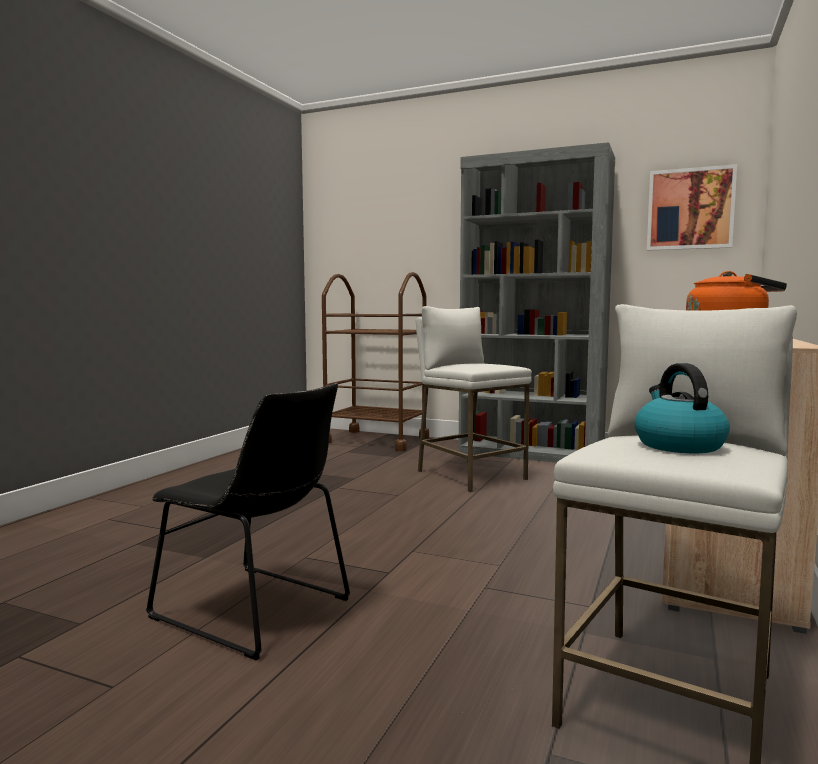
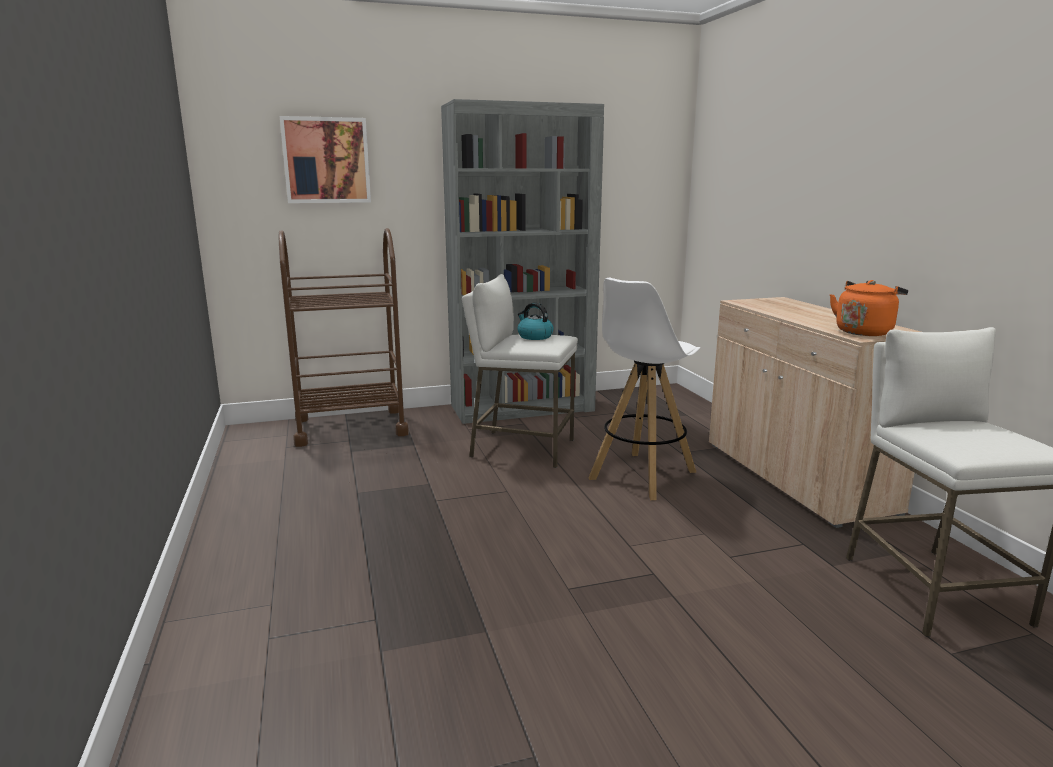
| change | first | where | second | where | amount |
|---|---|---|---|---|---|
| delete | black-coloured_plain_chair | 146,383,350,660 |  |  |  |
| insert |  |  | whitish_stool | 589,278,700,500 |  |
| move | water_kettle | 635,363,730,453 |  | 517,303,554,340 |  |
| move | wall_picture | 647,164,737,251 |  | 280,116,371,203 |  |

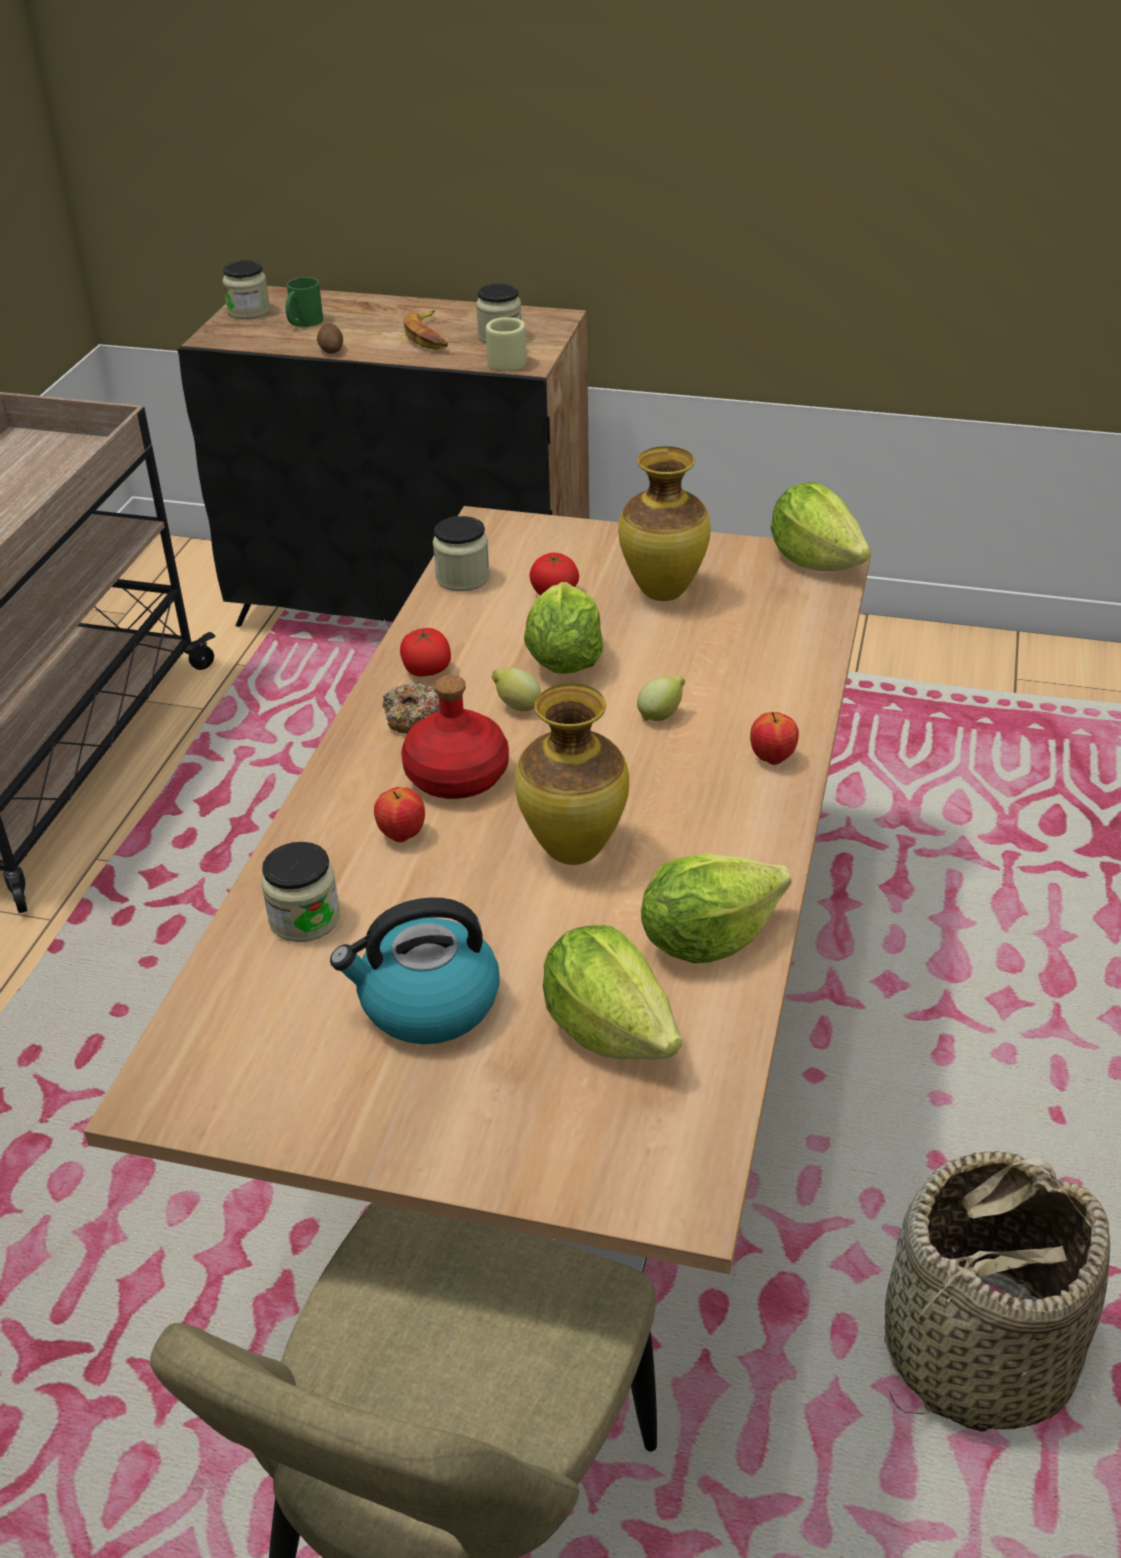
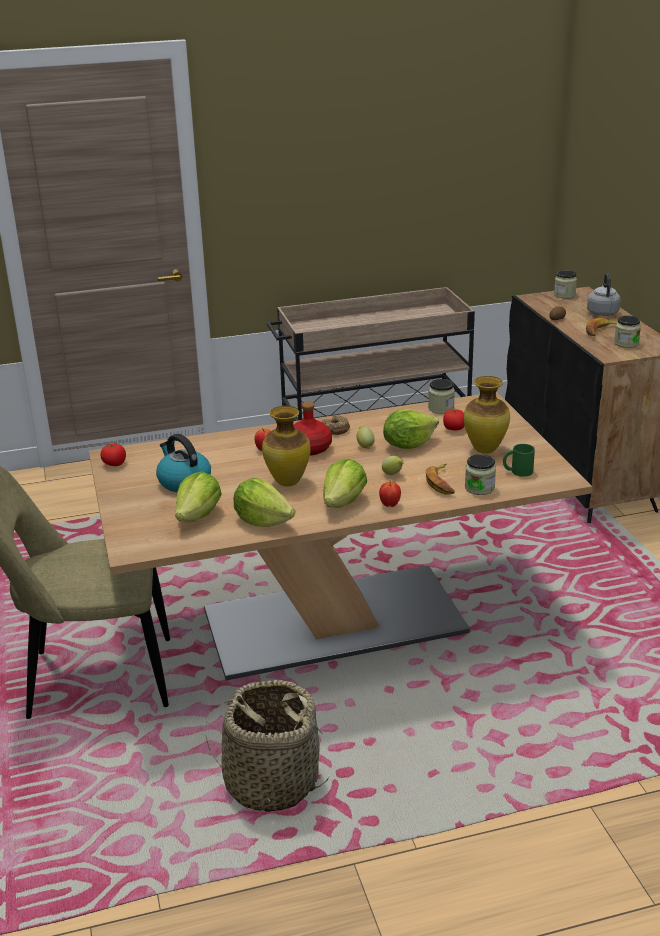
| change | first | where | second | where | amount |
|---|---|---|---|---|---|
| delete | beige-coloured_tea_mug | 486,317,527,371 |  |  |  |
| insert |  |  | whole_banana | 426,464,455,495 |  |
| insert |  |  | grey_water_kettle | 587,273,621,316 |  |
| move | storage_jar | 261,842,340,942 |  | 465,454,496,495 |  |
| move | greenish_tea_mug | 286,277,323,327 |  | 503,444,535,477 |  |
| move | tomato | 400,628,451,677 |  | 101,444,126,466 |  |
| move | lettuce | 771,482,871,571 |  | 323,459,367,508 |  |

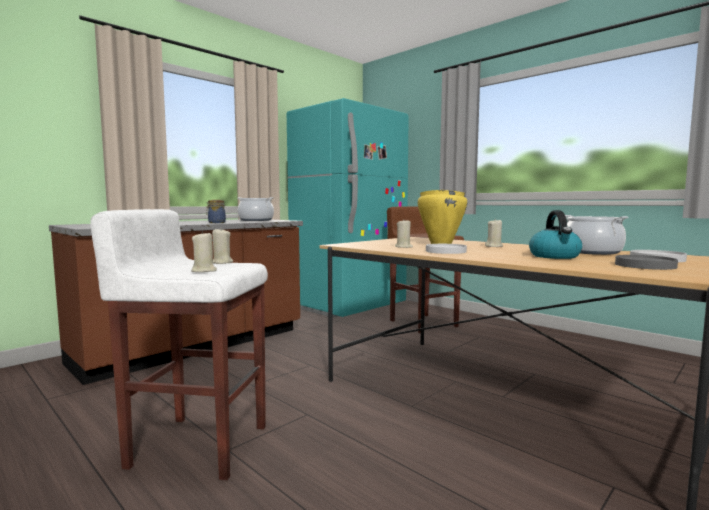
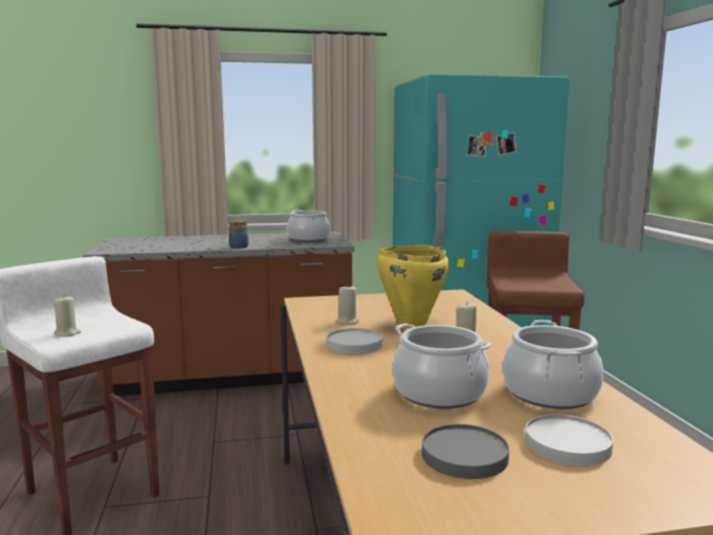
| change | first | where | second | where | amount |
|---|---|---|---|---|---|
| delete | beige-coloured_candle | 212,228,233,264 |  |  |  |
| replace | water_kettle | 529,210,582,259 | stockpot | 393,323,492,409 |  |

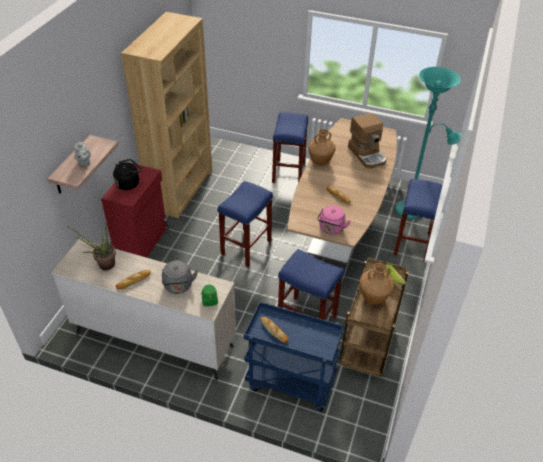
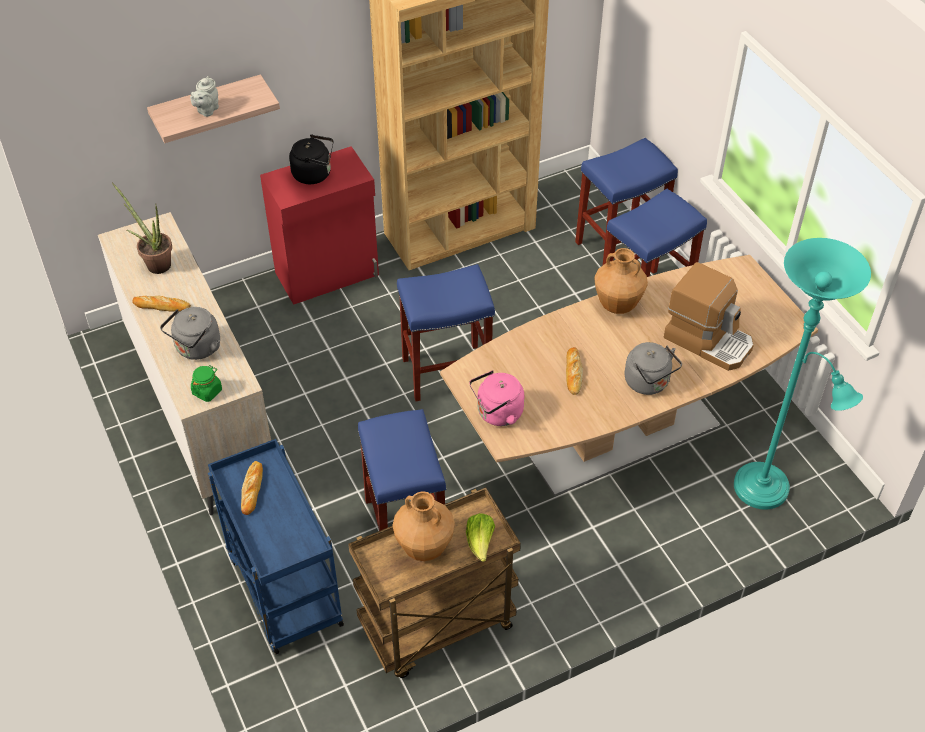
| change | first | where | second | where | amount |
|---|---|---|---|---|---|
| insert |  |  | grey_water_kettle | 625,342,682,395 |  |
| move | blue_stool | 394,179,442,262 |  | 575,138,678,265 |  |
| rotate | coffee_machine | 348,113,387,169 |  | 664,262,754,371 | 75 degrees counterclockwise |

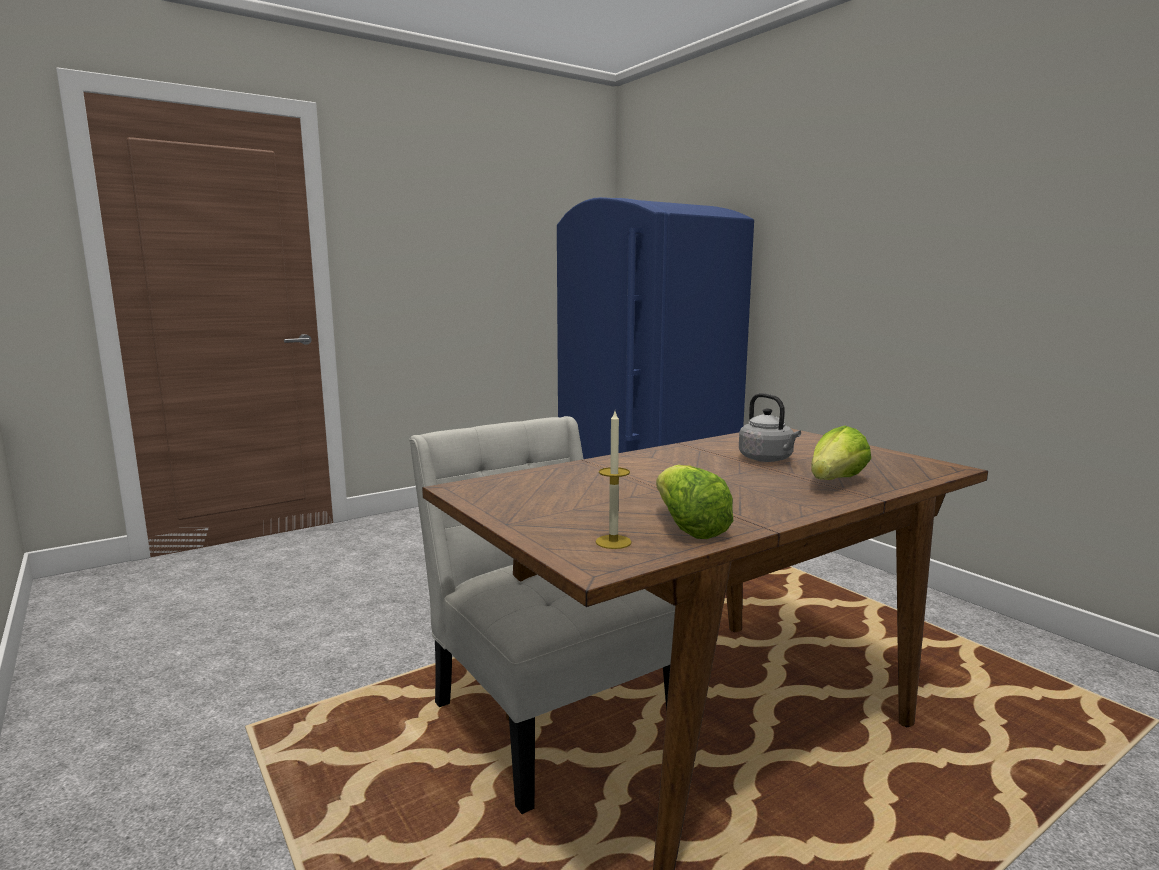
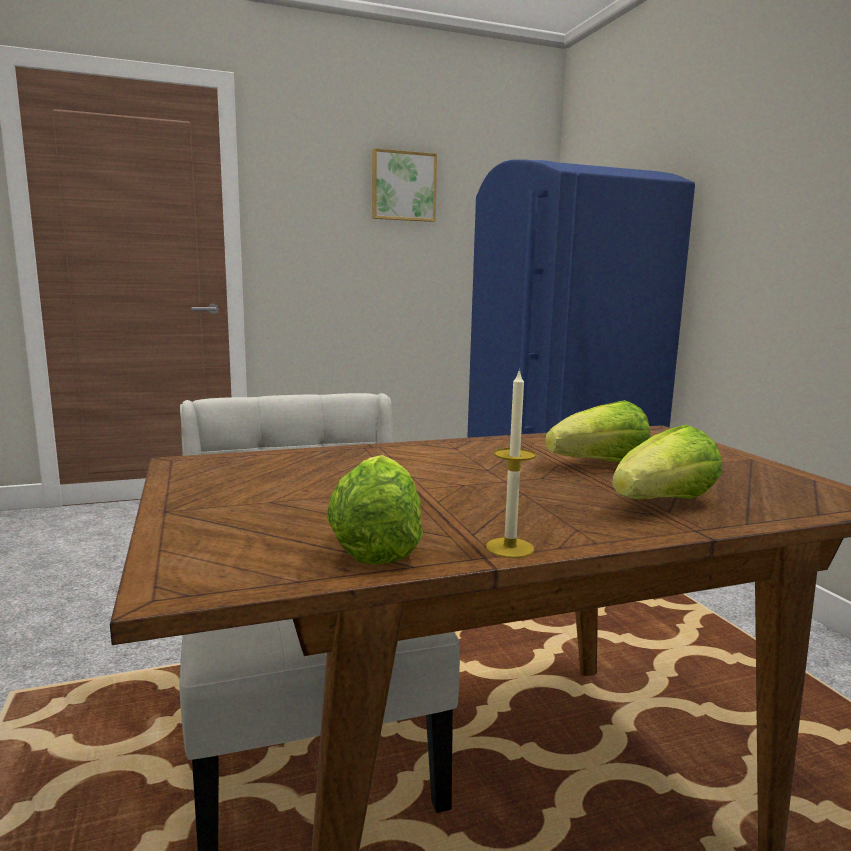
| change | first | where | second | where | amount |
|---|---|---|---|---|---|
| insert |  |  | wall_picture | 372,148,437,222 |  |
| move | candle | 596,411,632,549 |  | 486,368,536,558 |  |
| replace | grey_water_kettle | 739,393,801,462 | lettuce | 545,400,650,462 |  |

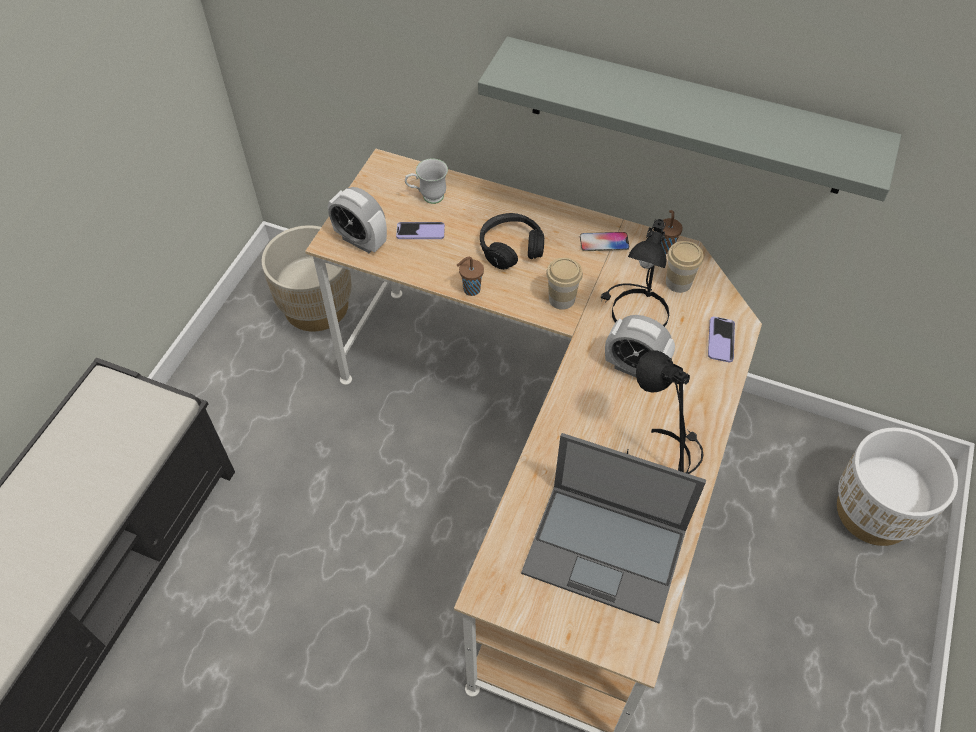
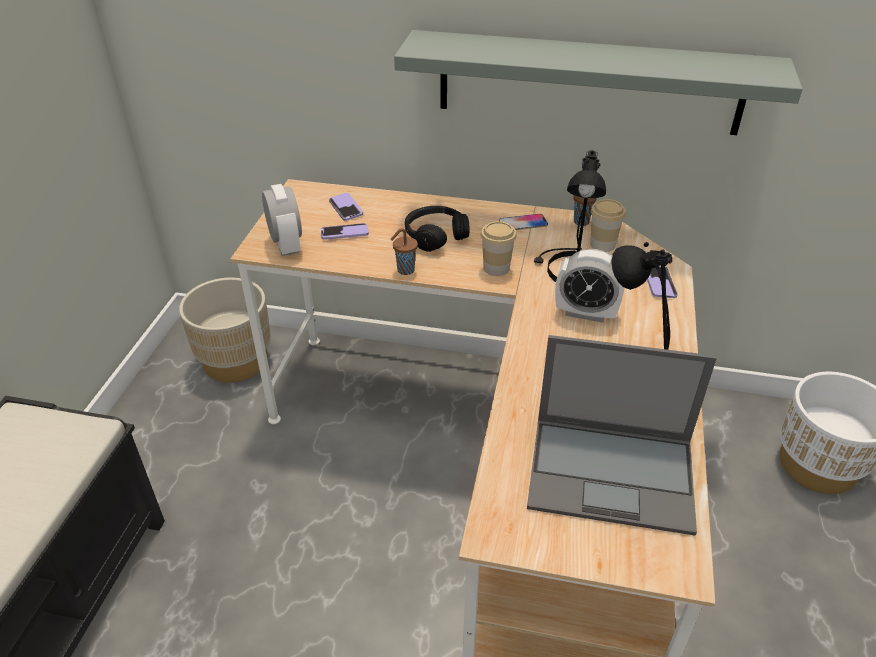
| change | first | where | second | where | amount |
|---|---|---|---|---|---|
| replace | whitish_tea_mug | 405,158,448,204 | telephone | 329,193,363,221 |  |
| rotate | table_clock | 328,187,387,253 |  | 262,184,302,256 | 135 degrees counterclockwise |

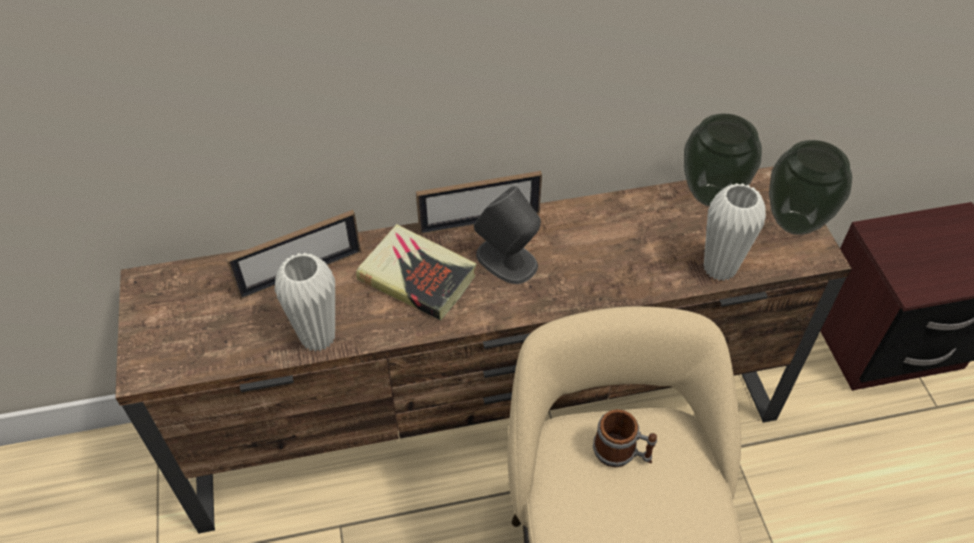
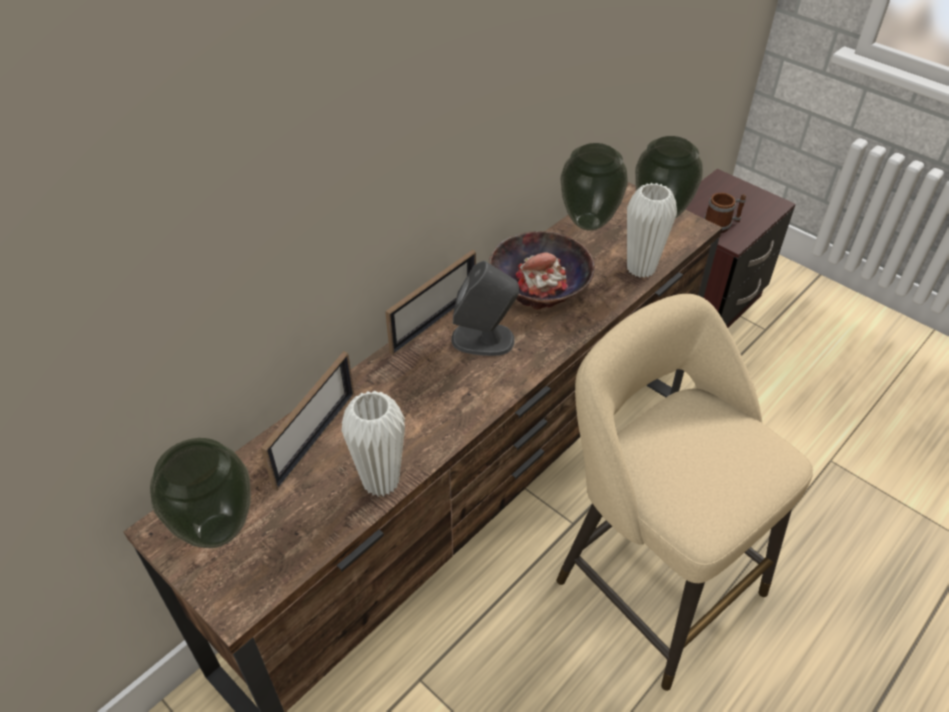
| change | first | where | second | where | amount |
|---|---|---|---|---|---|
| delete | bound_book | 356,224,477,320 |  |  |  |
| insert |  |  | vase | 150,438,251,548 |  |
| insert |  |  | bowl | 489,231,595,310 |  |
| move | tea_mug | 593,409,657,467 |  | 704,193,746,233 |  |

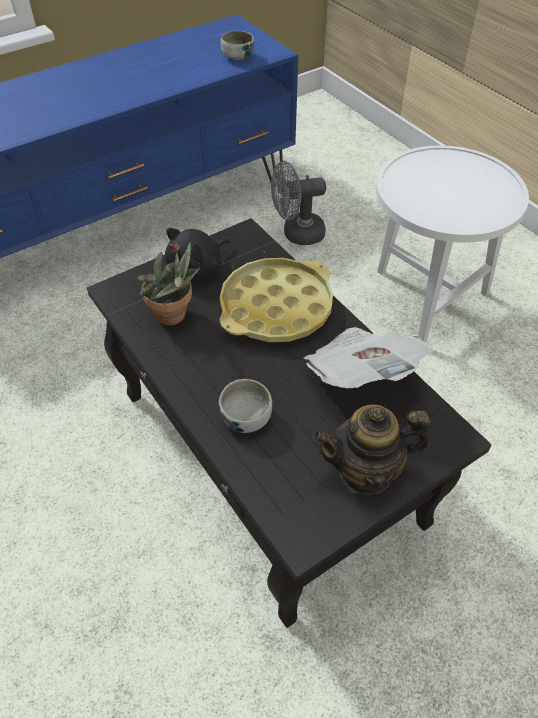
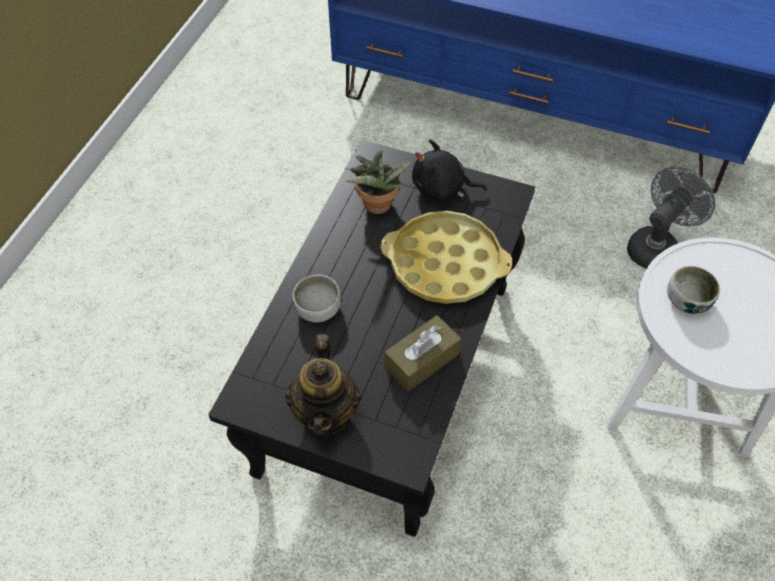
| change | first | where | second | where | amount |
|---|---|---|---|---|---|
| move | bowl | 221,31,254,60 |  | 667,266,720,314 |  |
| replace | newspaper | 303,327,433,388 | brown-coloured_box_of_tissues | 385,315,461,392 |  |
| rotate | grey_electric_fan | 271,161,326,245 |  | 627,167,715,269 | 90 degrees clockwise |
| rotate | pot_for_tea | 313,404,430,495 |  | 285,334,361,435 | 135 degrees counterclockwise |

